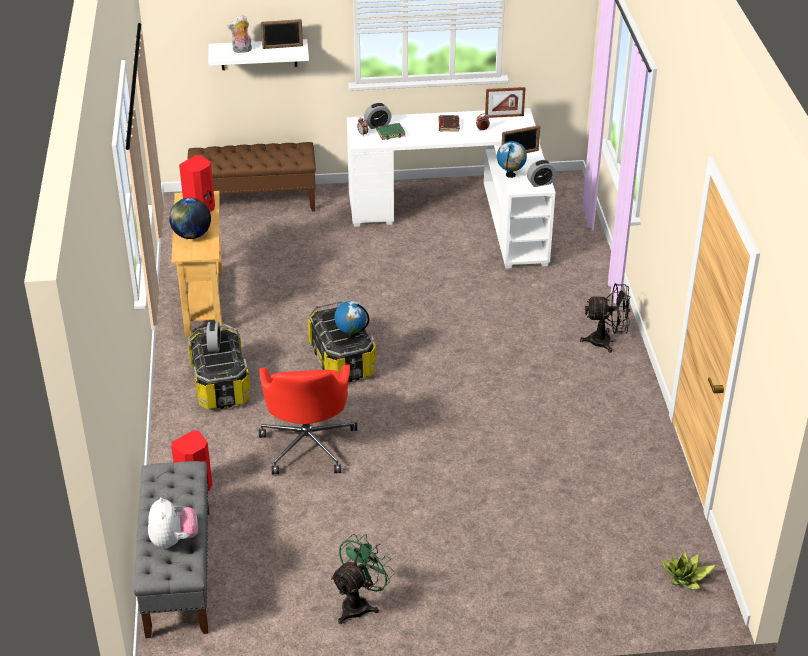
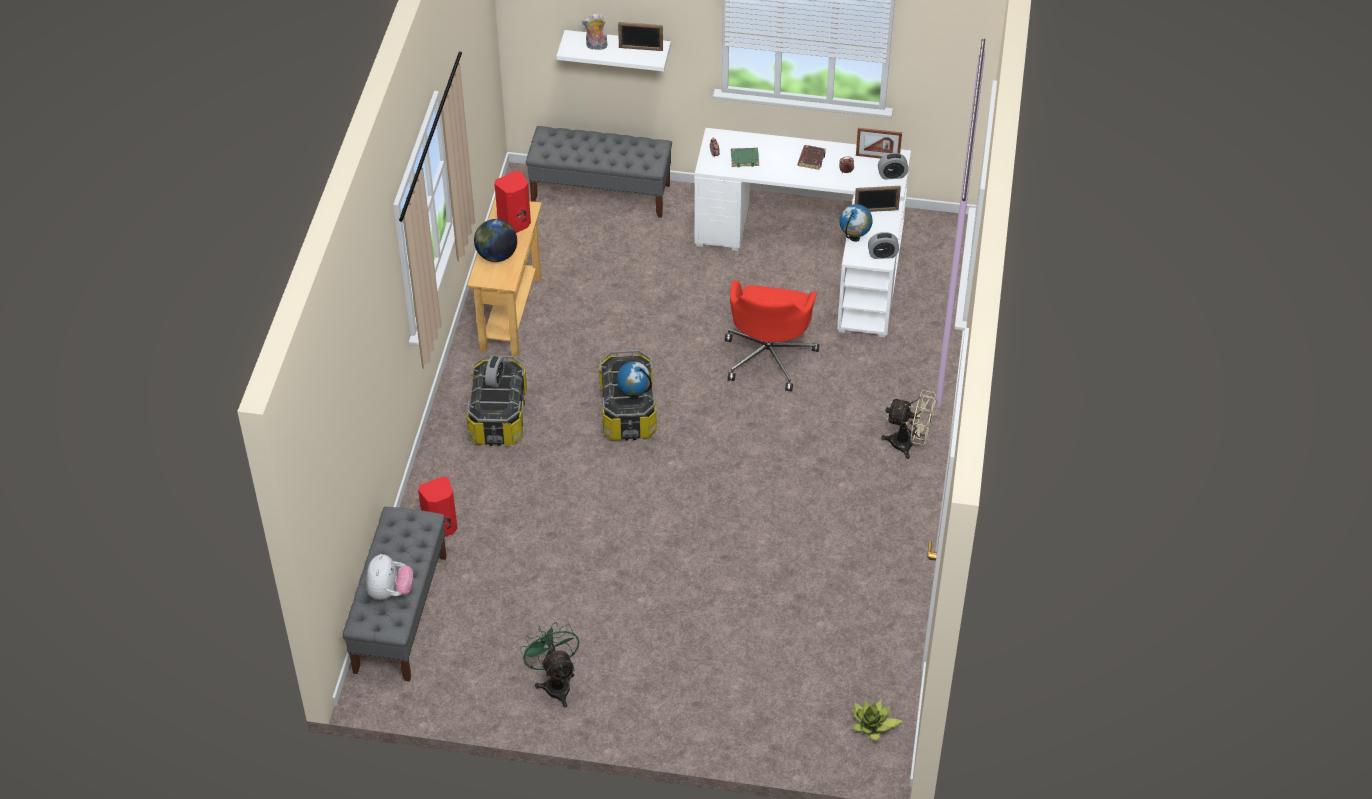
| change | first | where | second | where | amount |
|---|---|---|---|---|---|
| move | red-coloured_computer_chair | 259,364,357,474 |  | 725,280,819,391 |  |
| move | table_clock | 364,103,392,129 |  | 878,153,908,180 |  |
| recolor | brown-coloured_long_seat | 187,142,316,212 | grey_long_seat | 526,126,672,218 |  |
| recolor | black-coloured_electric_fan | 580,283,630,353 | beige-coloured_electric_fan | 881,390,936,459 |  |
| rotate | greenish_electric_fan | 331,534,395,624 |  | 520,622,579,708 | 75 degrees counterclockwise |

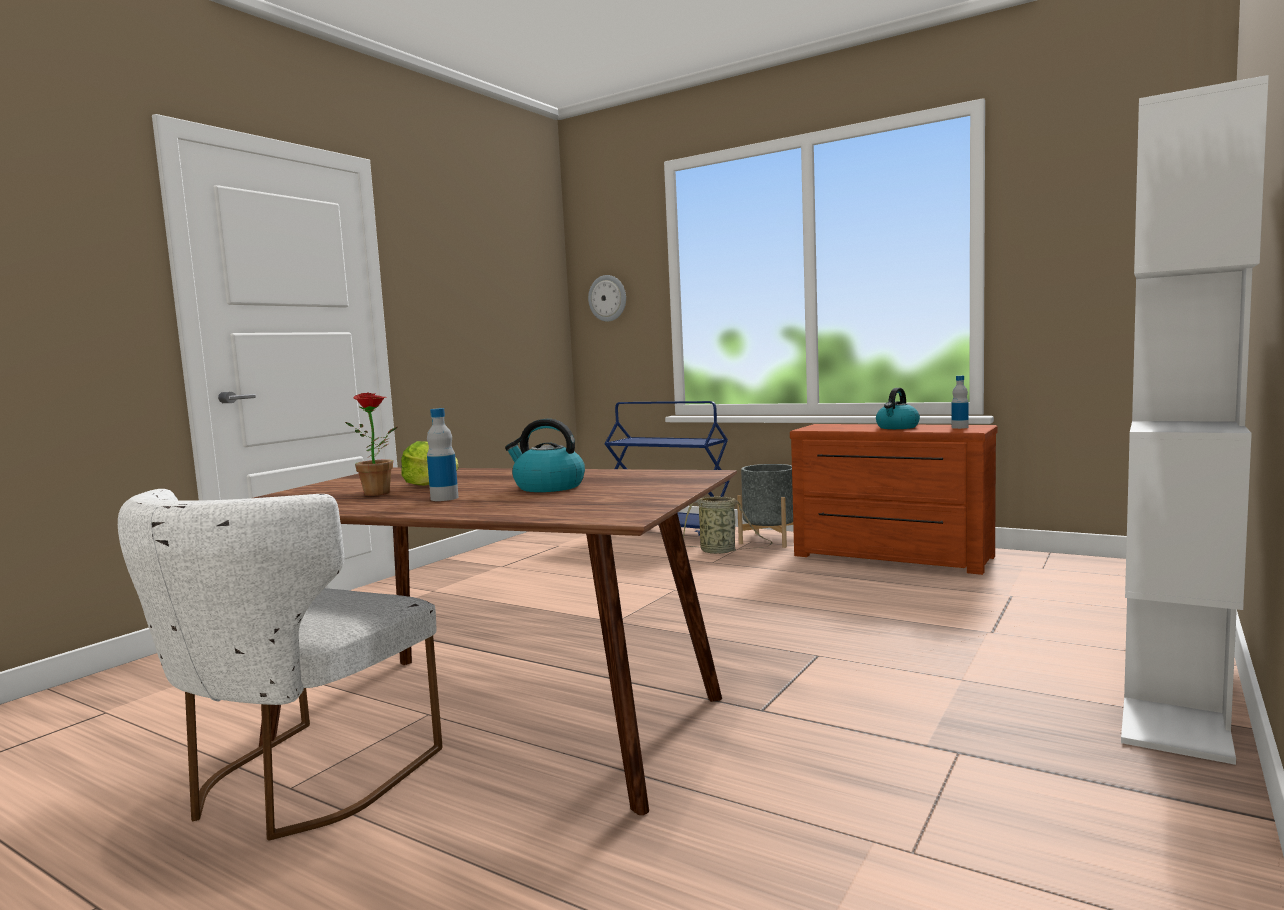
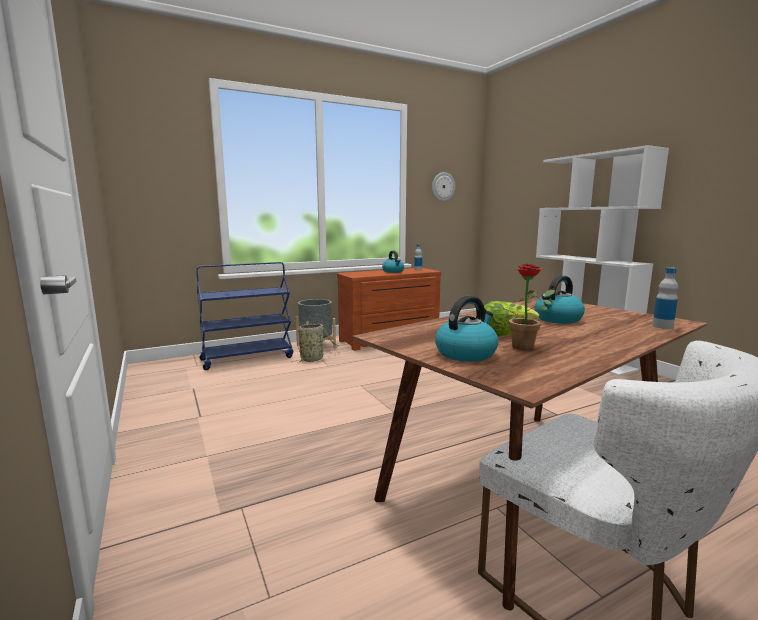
| change | first | where | second | where | amount |
|---|---|---|---|---|---|
| insert |  |  | water_kettle | 435,296,499,362 |  |
| move | drink_bottle | 427,408,458,501 |  | 652,267,678,329 |  |
| move | clock_on_the_wall | 588,275,626,322 |  | 432,172,455,202 |  |

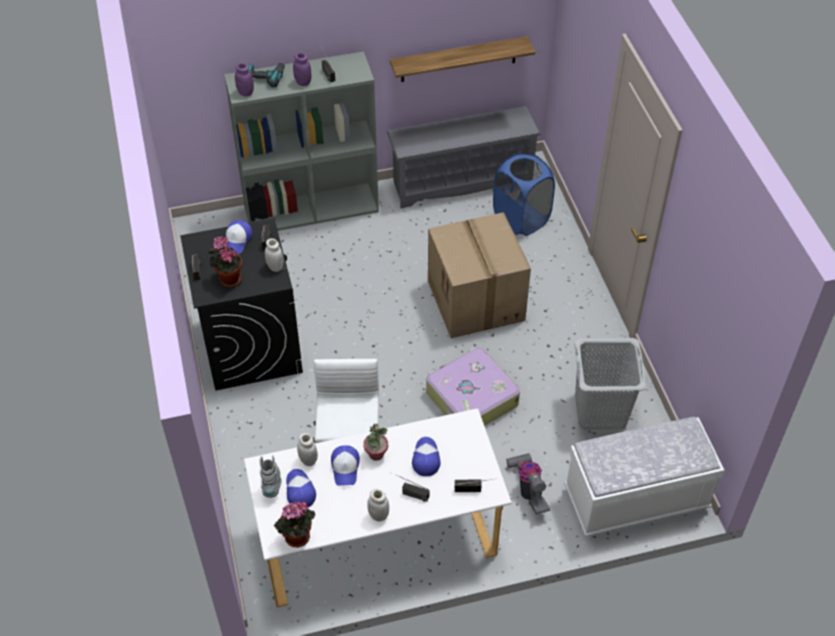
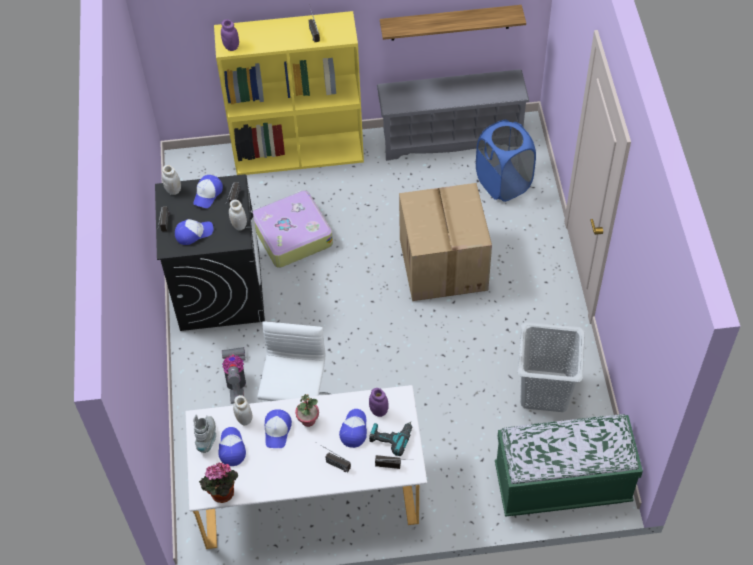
| change | first | where | second | where | amount |
|---|---|---|---|---|---|
| move | drill | 249,63,285,88 |  | 369,421,412,456 |  |
| move | purple_storage_jar | 293,53,312,86 |  | 369,388,388,417 |  |
| move | whitish_storage_jar | 367,489,389,521 |  | 162,165,181,195 |  |
| move | suitcase | 426,348,520,426 |  | 253,190,333,268 |  |
| move | vacuum_cleaner | 506,453,550,514 |  | 222,347,246,404 |  |
| replace | houseplant | 208,236,242,287 | baseball_cap | 175,219,213,245 |  |
| recolor | grey_shelving_unit | 224,51,379,231 | yellow_shelving_unit | 214,11,364,175 |  |
| recolor | whitish_long_seat | 564,417,725,537 | greenish_long_seat | 495,414,643,517 |  |

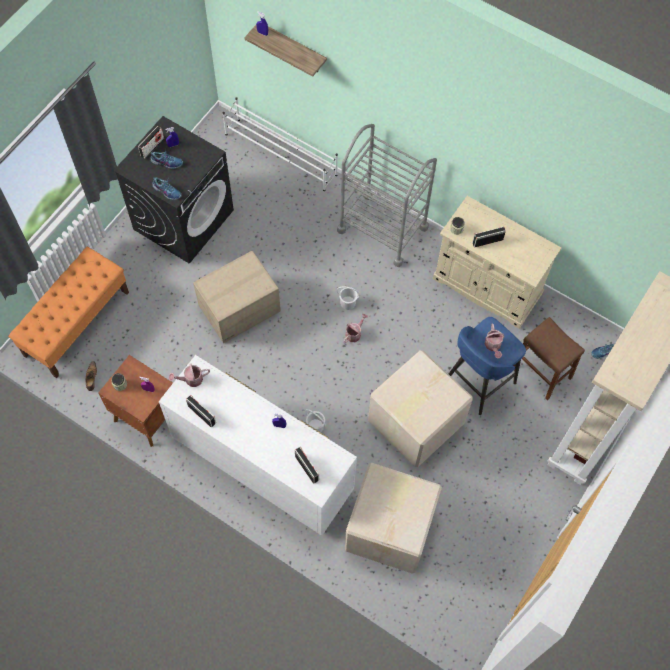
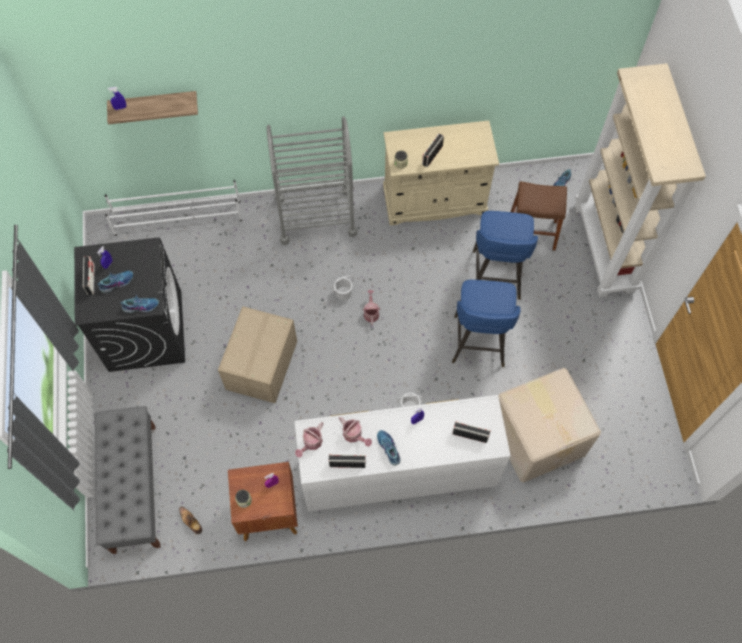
| change | first | where | second | where | amount |
|---|---|---|---|---|---|
| insert |  |  | low_shoe | 377,430,401,465 |  |
| move | watering_can | 485,324,504,359 |  | 339,417,372,447 |  |
| replace | cardboard_box | 368,350,473,467 | blue_stool | 452,280,521,367 |  |
| recolor | orangey_long_seat | 8,247,129,378 | grey_long_seat | 94,406,161,554 |  |

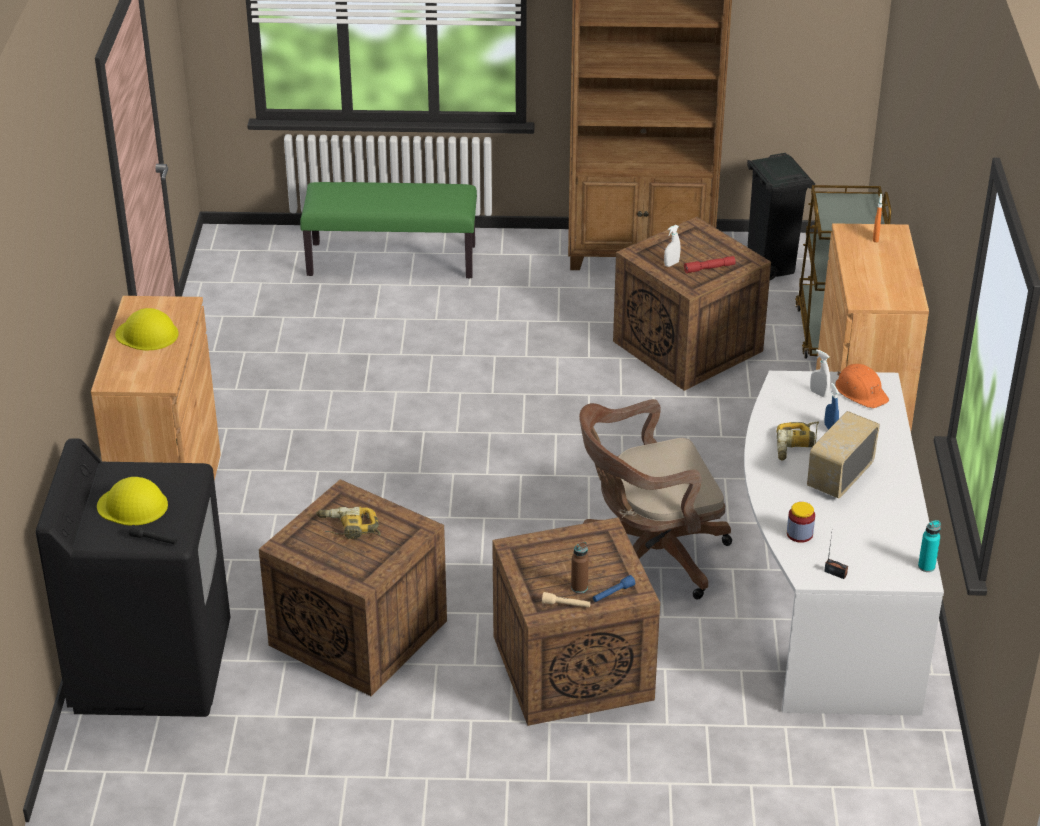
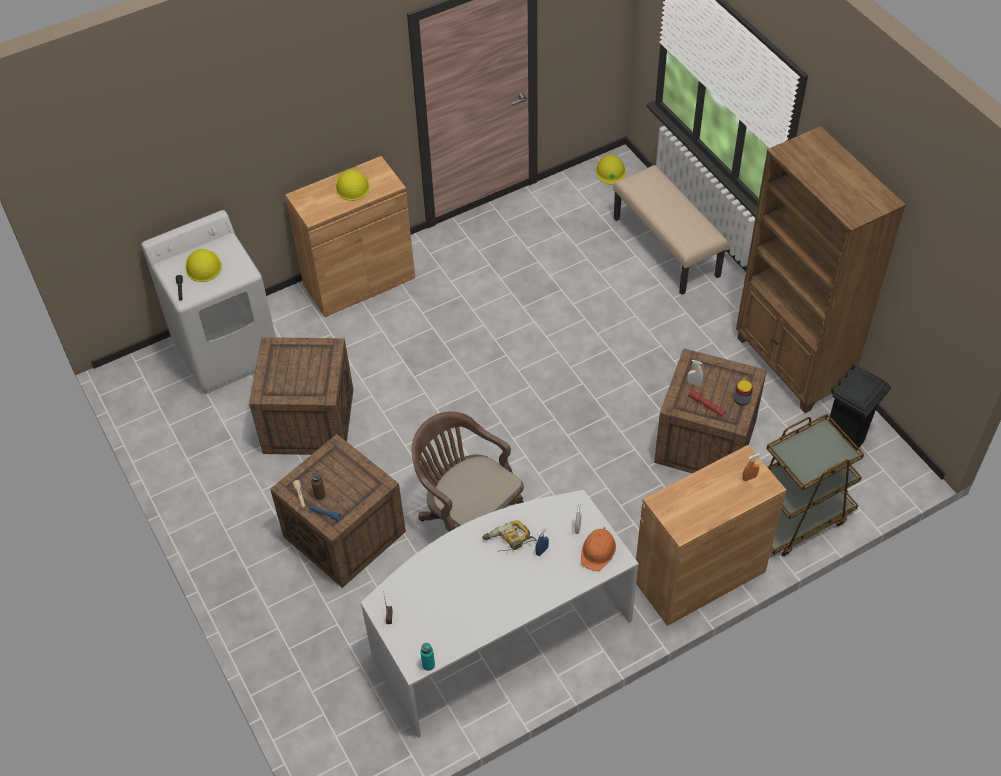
| change | first | where | second | where | amount |
|---|---|---|---|---|---|
| delete | drill | 316,506,381,539 |  |  |  |
| delete | radio_receiver | 807,411,880,499 |  |  |  |
| insert |  |  | yellow_hard_hat | 596,155,626,184 |  |
| move | storage_jar | 787,502,815,543 |  | 734,380,753,405 |  |
| recolor | black-coloured_laundry_machine | 36,439,230,717 | whitish_laundry_machine | 141,210,276,394 |  |
| recolor | greenish_long_seat | 300,182,477,279 | beige-coloured_long_seat | 613,165,728,295 |  |

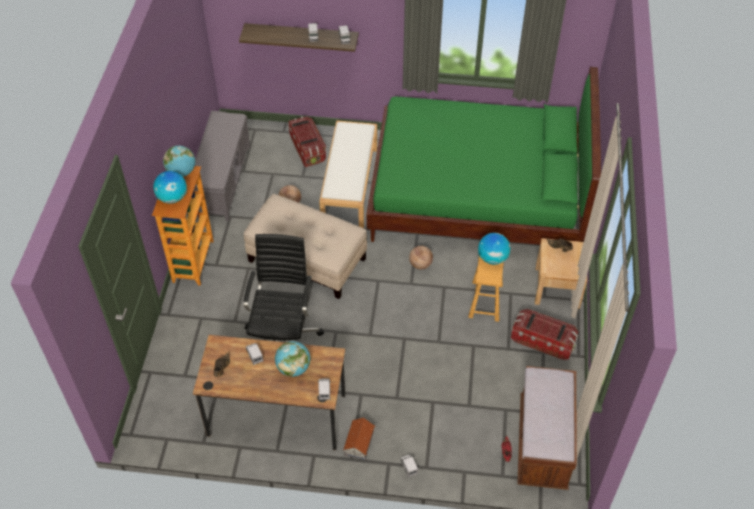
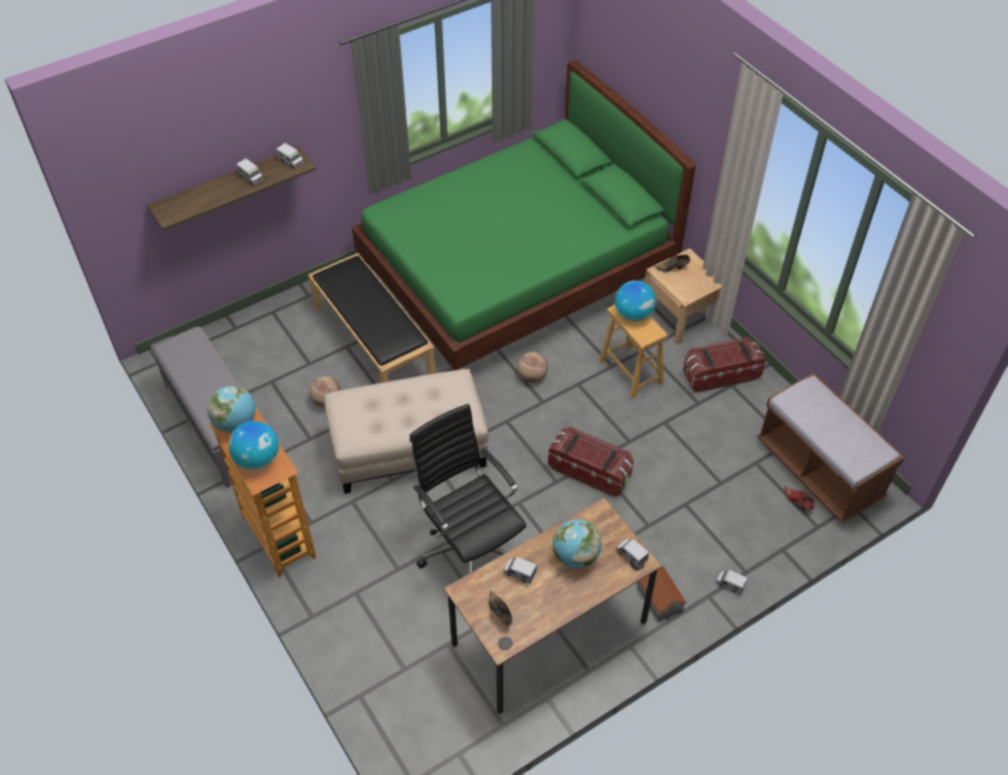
| change | first | where | second | where | amount |
|---|---|---|---|---|---|
| move | storage_container | 288,117,326,167 |  | 548,427,634,497 |  |
| recolor | whitish_long_seat | 319,120,377,228 | black-coloured_long_seat | 308,253,436,383 |  |

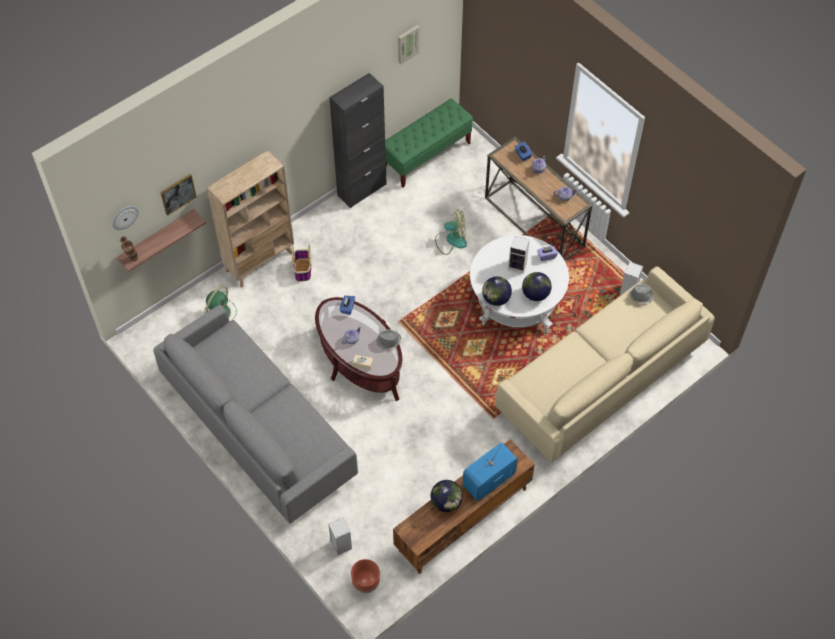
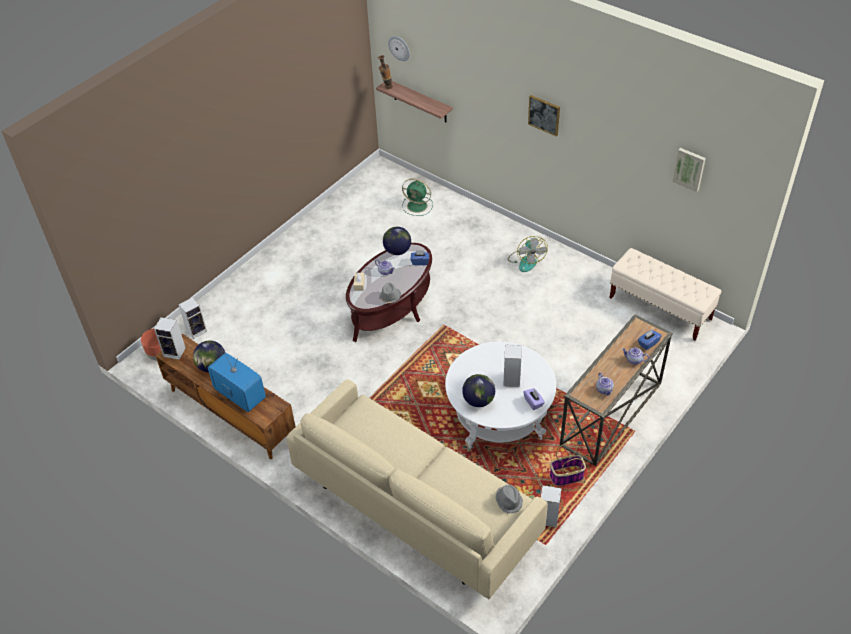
| change | first | where | second | where | amount |
|---|---|---|---|---|---|
| delete | grey_couch | 153,305,358,524 |  |  |  |
| delete | beige-coloured_shelving_unit | 207,150,294,287 |  |  |  |
| delete | black-coloured_cabinet | 329,73,387,208 |  |  |  |
| insert |  |  | audio_speaker | 154,317,186,360 |  |
| move | wall_picture | 160,174,197,216 |  | 528,95,560,137 |  |
| move | household_basket | 292,244,311,282 |  | 550,442,586,486 |  |
| move | electric_fan | 435,210,467,255 |  | 508,236,548,272 |  |
| move | globe | 482,276,512,306 |  | 383,227,411,255 |  |
| recolor | greenish_long_seat | 385,99,473,188 | beige-coloured_long_seat | 609,248,721,340 |  |

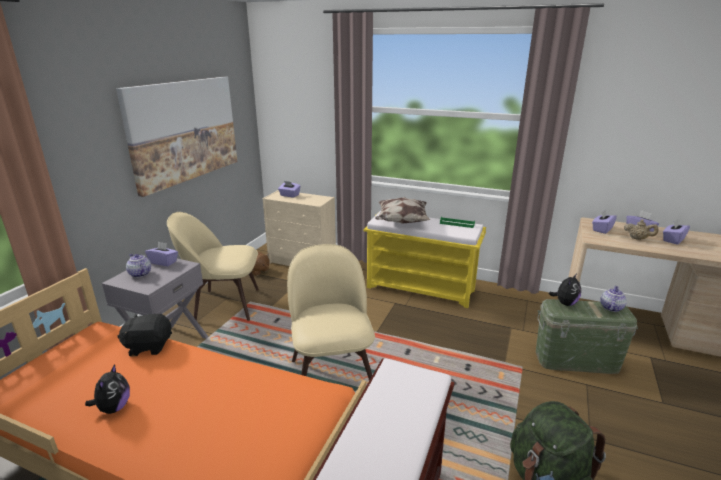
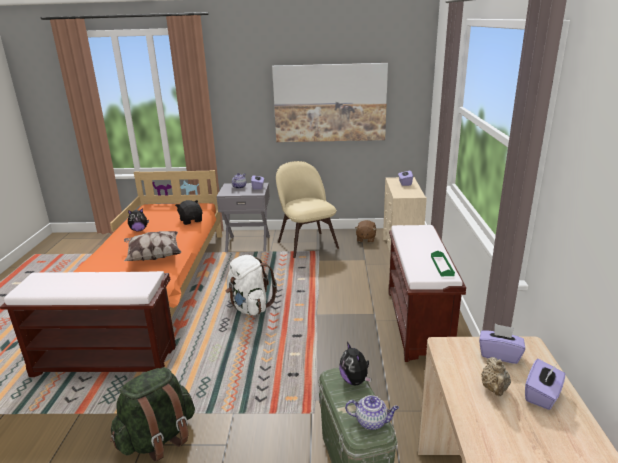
| change | first | where | second | where | amount |
|---|---|---|---|---|---|
| delete | purple_box_of_tissues | 663,219,690,244 |  |  |  |
| move | cushion | 375,197,430,224 |  | 124,231,181,261 |  |
| replace | beige-coloured_plain_chair | 287,244,375,380 | whitish_knapsack | 226,255,277,315 |  |
| recolor | yellow_long_seat | 364,211,486,308 | brown-coloured_long_seat | 388,225,466,362 |  |
| rotate | cuddly_toy | 549,273,581,306 |  | 339,342,371,385 | 45 degrees clockwise |

